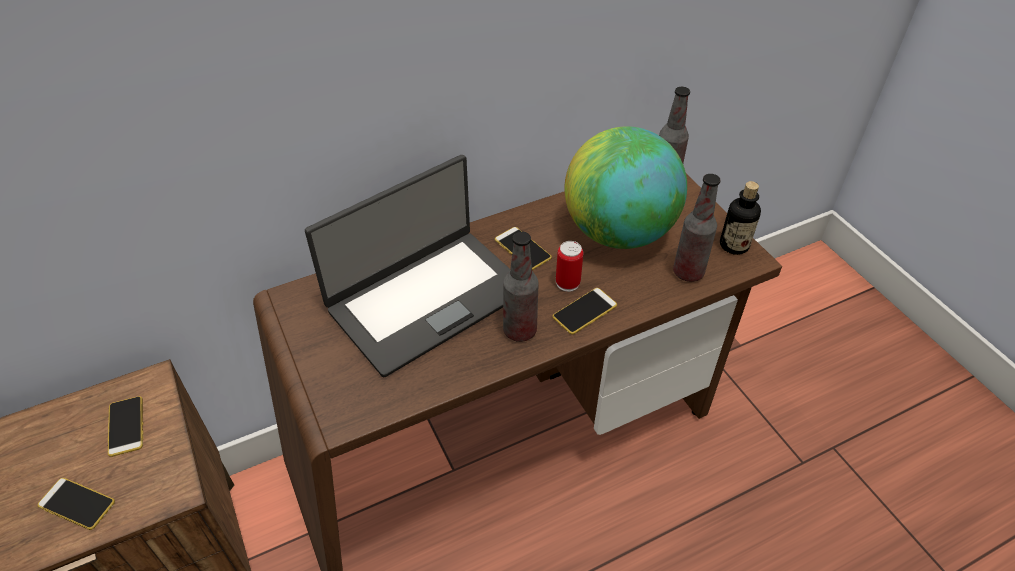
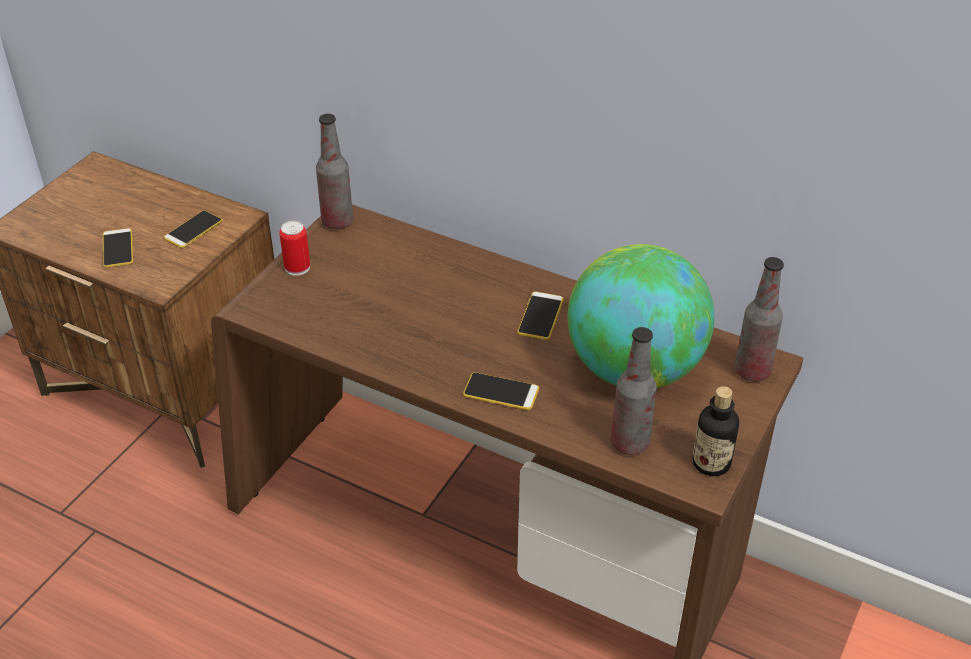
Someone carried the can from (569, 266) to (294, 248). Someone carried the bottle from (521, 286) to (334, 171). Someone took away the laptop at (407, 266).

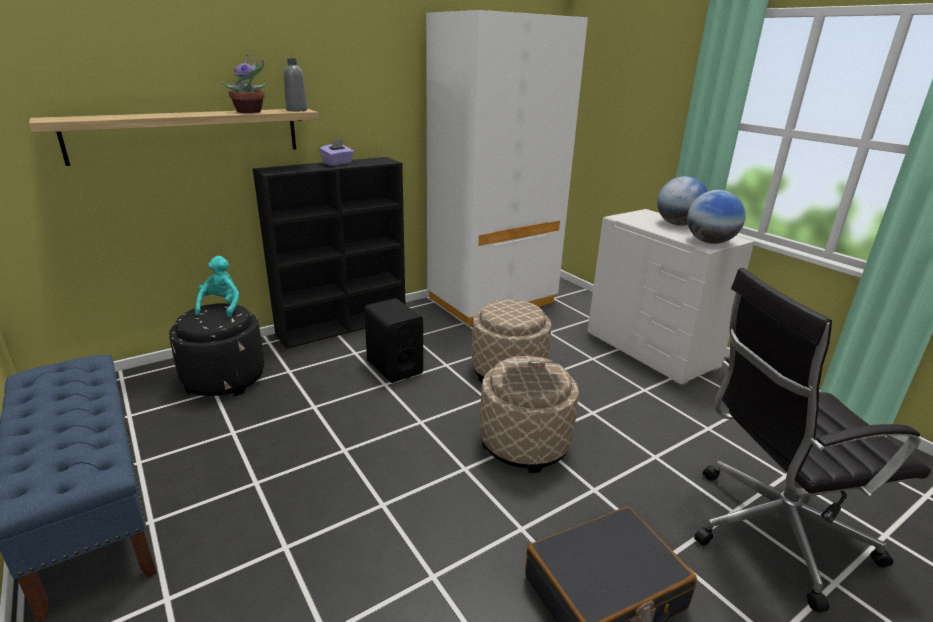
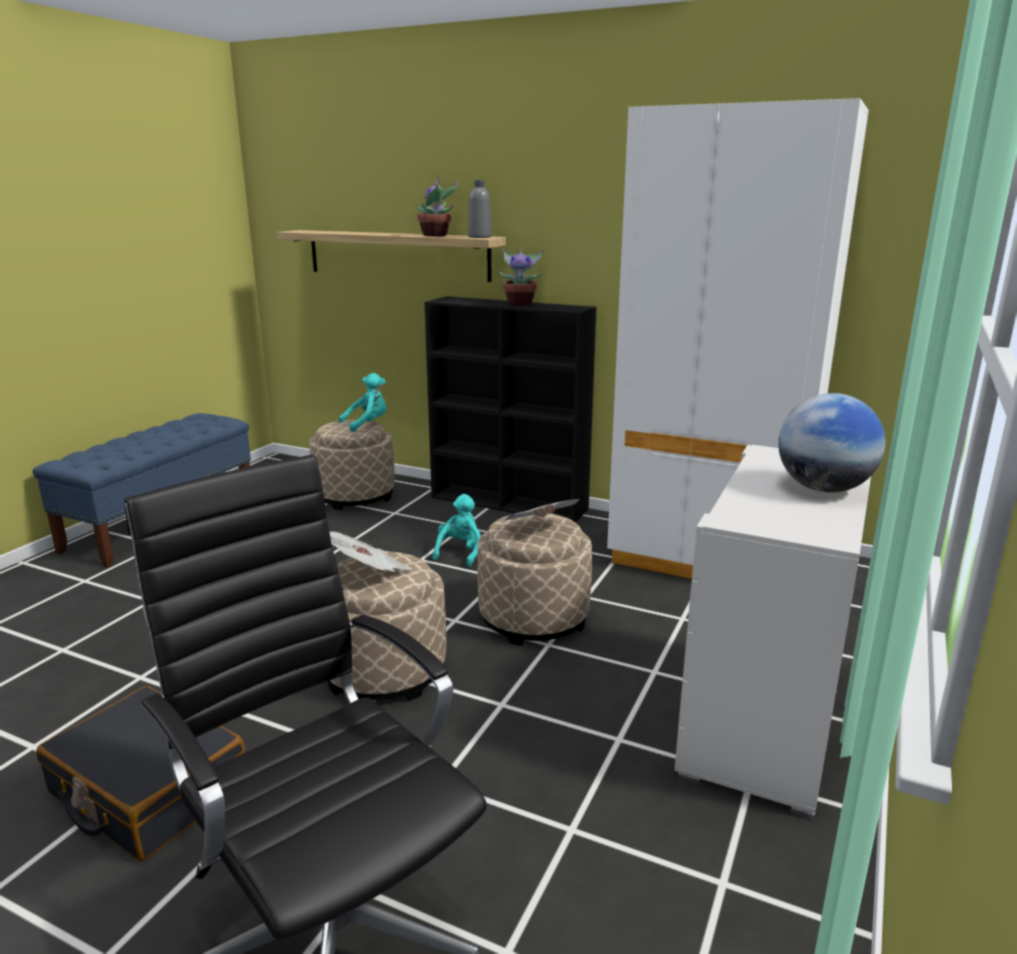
Someone repainted the black ottoman at (216, 349), which became the beige ottoman at (352, 465). Someone swapped the black speaker at (393, 340) for the turquoise plush toy at (457, 530). Someone swapped the purple tissue box at (336, 153) for the potted plant at (521, 275). Someone put down the newspaper at (541, 510). Someone took away the globe at (716, 217).

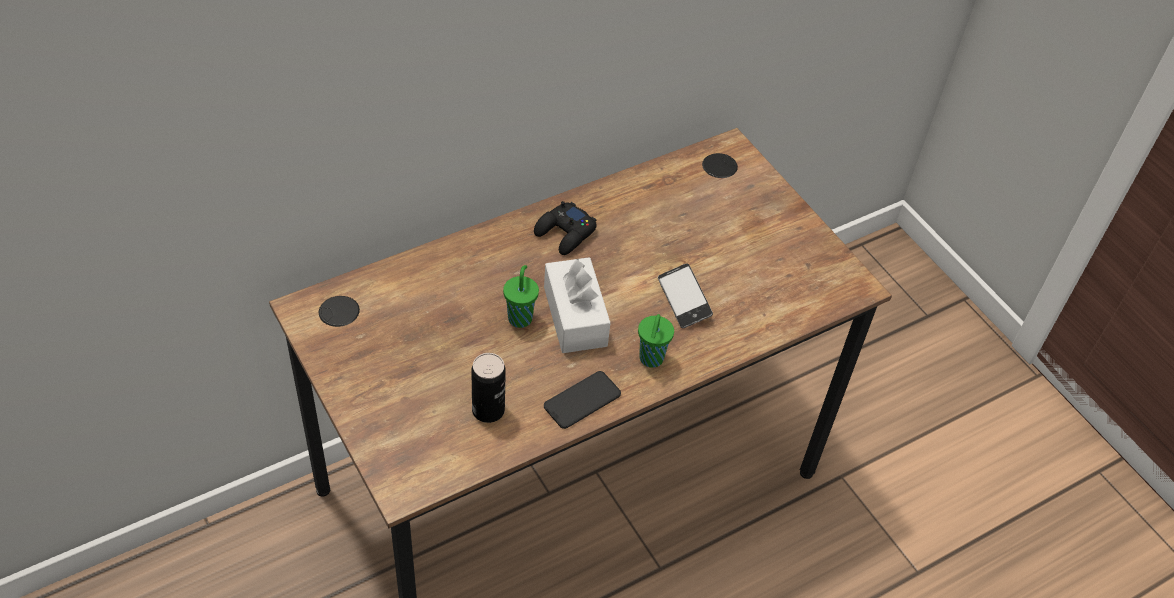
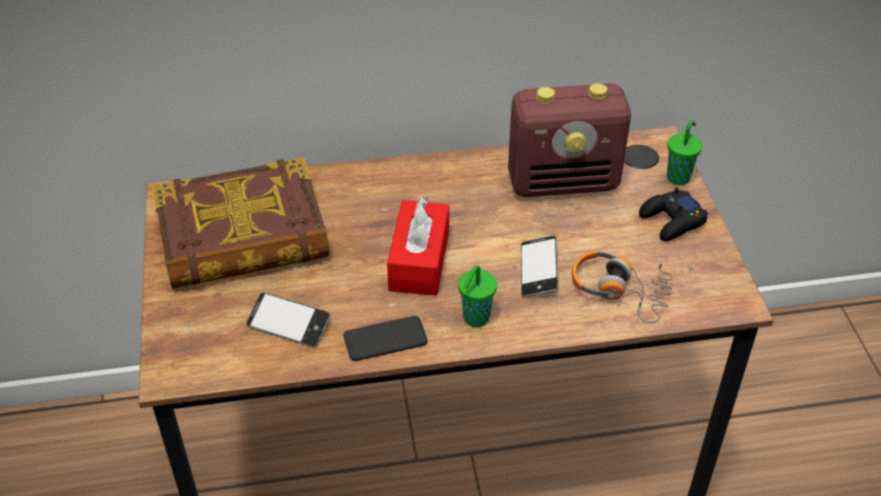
Someone put down the book at (240, 223). Someone swapped the can at (488, 388) for the phone at (288, 320). Someone repainted the white tissue box at (577, 305), which became the red tissue box at (418, 246). Someone put down the radio at (569, 140). Someone put down the headphones at (622, 287). Someone carried the black game controller from (565, 228) to (673, 214). Someone carried the green cup from (521, 296) to (684, 152).

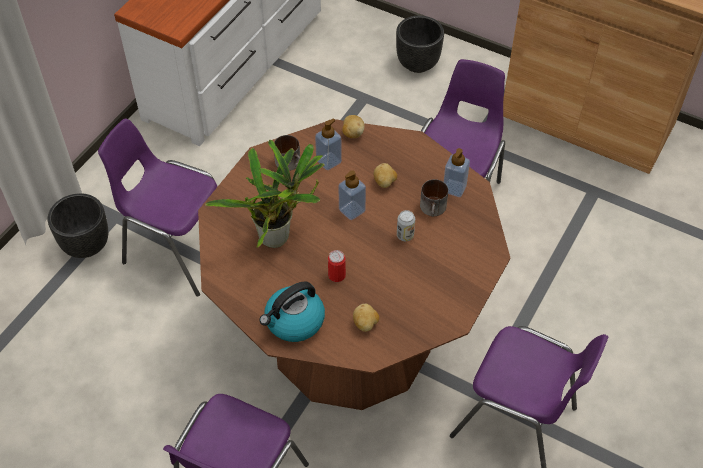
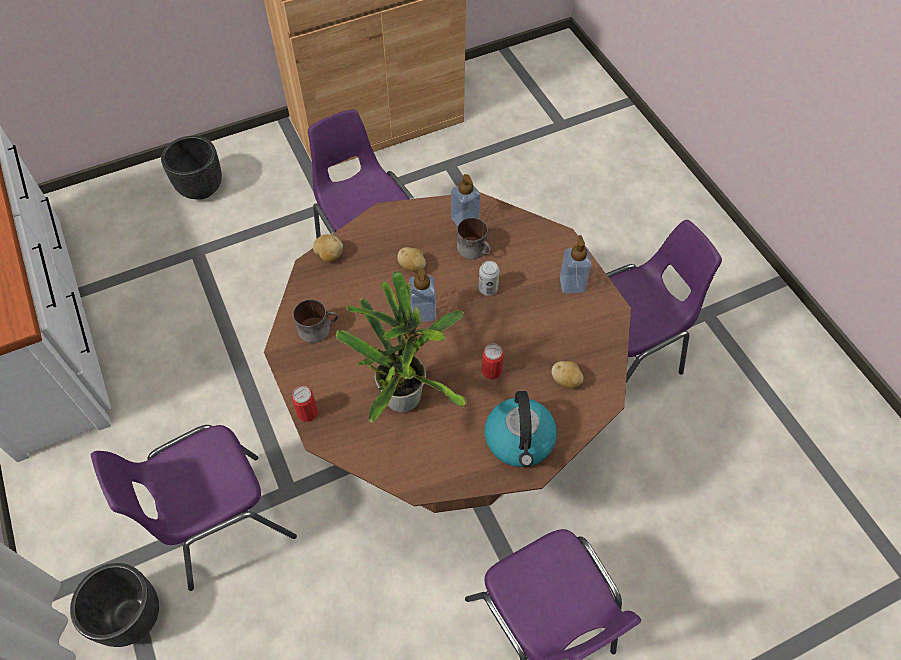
Someone put down the can at (305, 404). Someone carried the soap dispenser from (328, 144) to (576, 264).

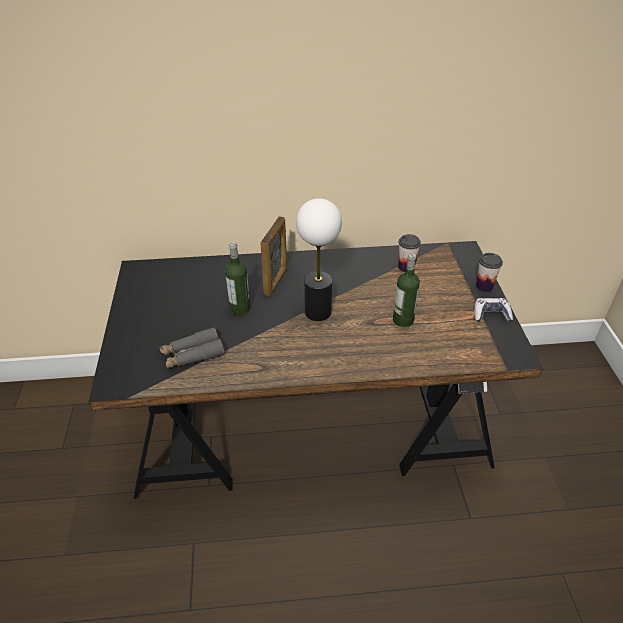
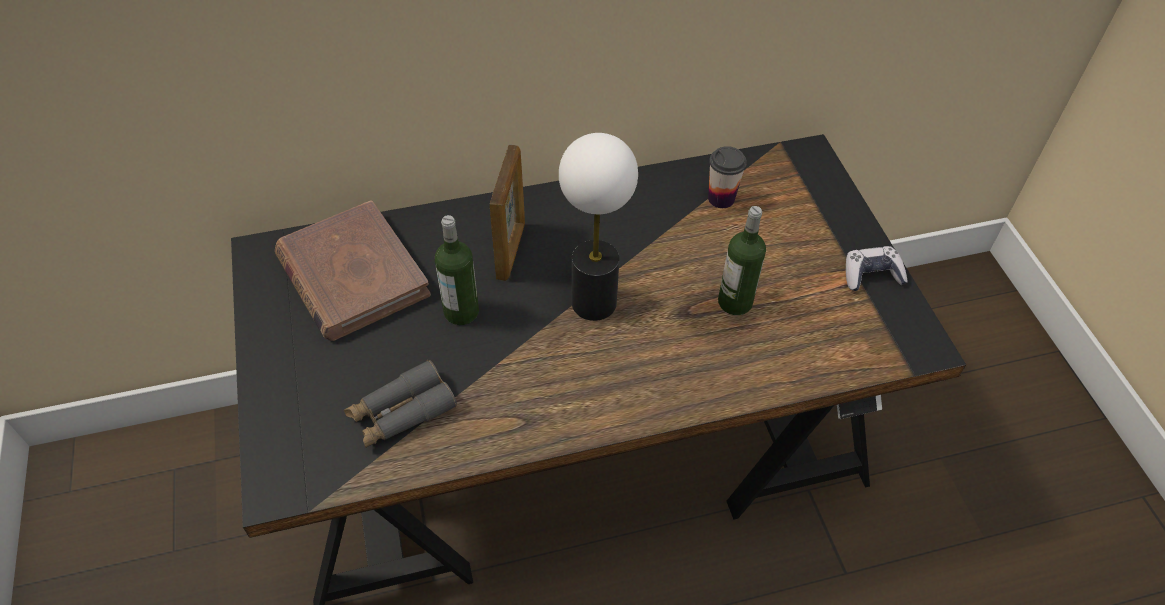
Someone put down the brown book at (353, 270). Someone took away the cup at (489, 272).

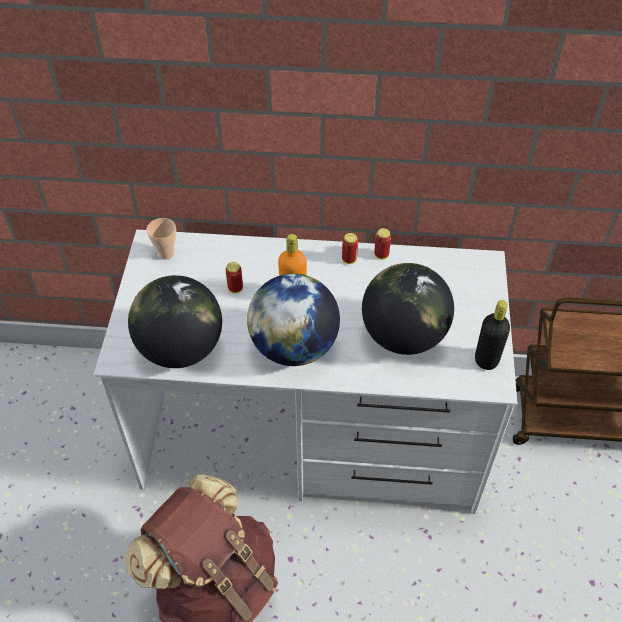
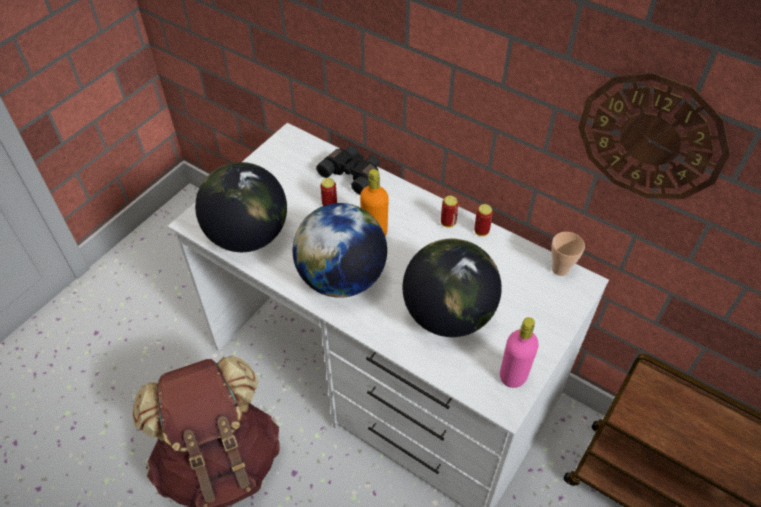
Someone put down the black binoculars at (348, 170). Someone repainted the black bottle at (492, 335), which became the pink bottle at (519, 352). Someone carried the cup from (161, 239) to (568, 254). Someone put up the wall clock at (654, 135).

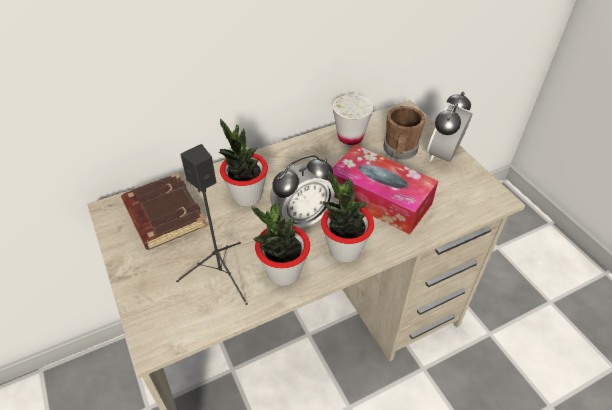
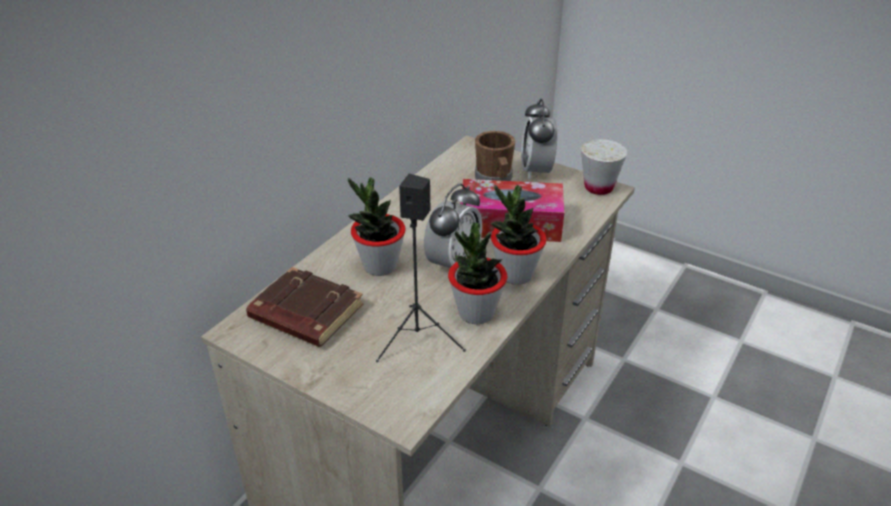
Someone carried the white cup from (353, 120) to (604, 167).

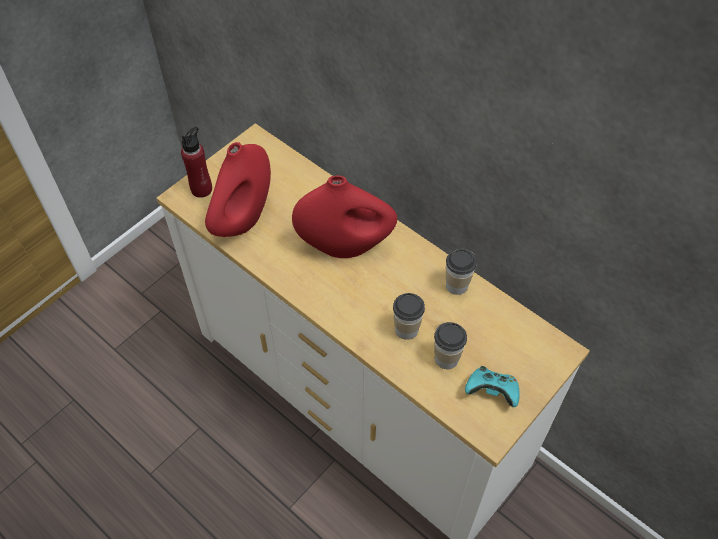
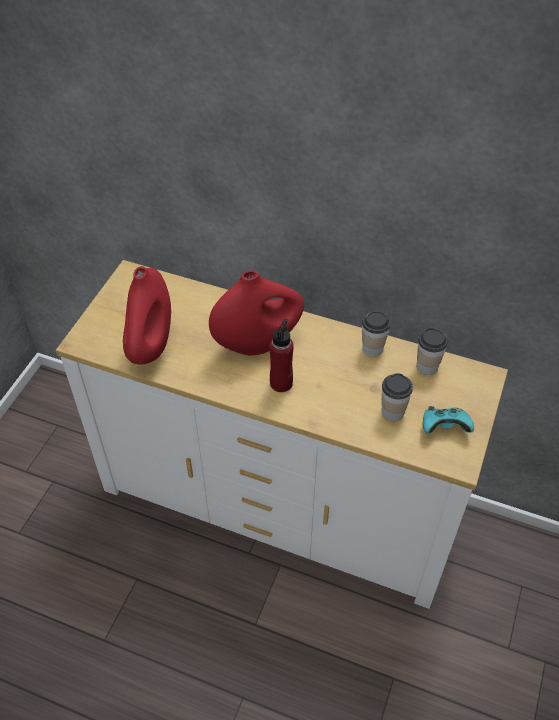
Someone carried the red bottle from (196, 162) to (281, 355). Someone carried the cup from (409, 316) to (432, 351).

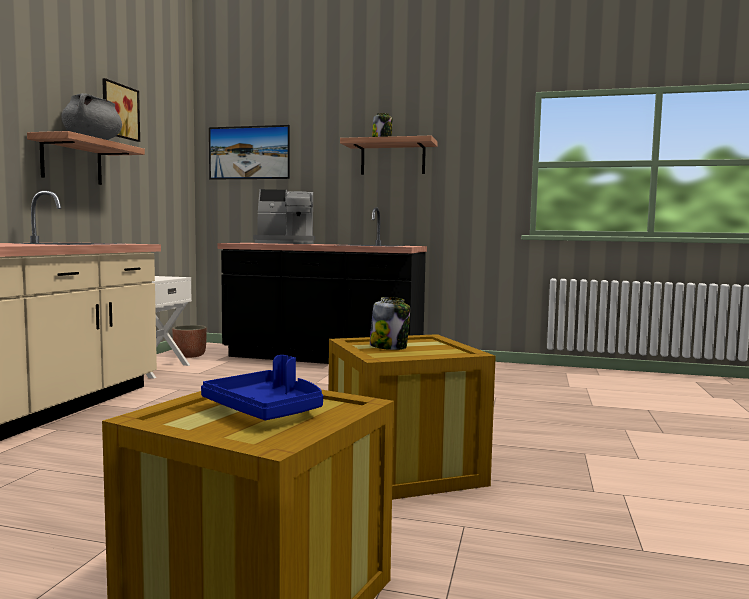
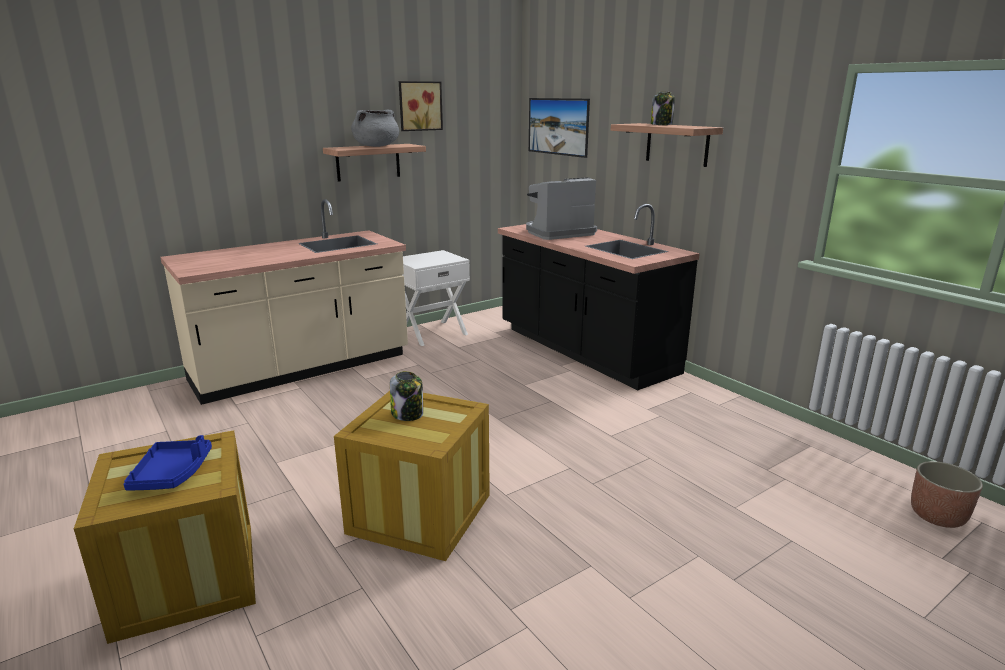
Someone rotated the coffee machine at (284, 216) by 120 degrees clockwise. Someone carried the planter from (189, 341) to (947, 494).

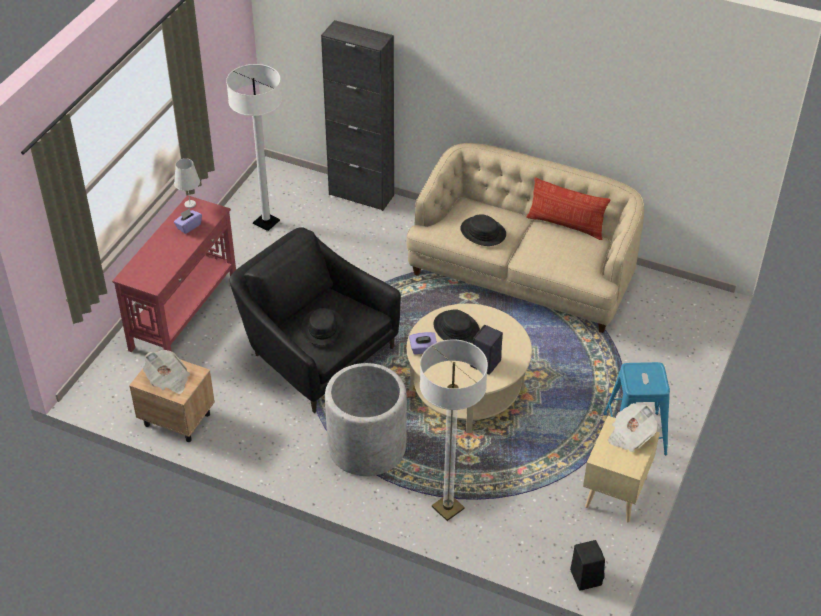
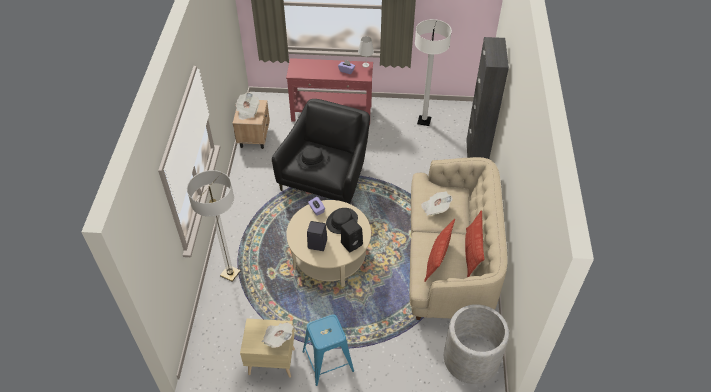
Someone carried the black speaker from (587, 565) to (352, 235). Someone swapped the black hat at (483, 230) for the newspaper at (437, 203). Someone put down the pillow at (439, 250). Someone carried the grey planter from (366, 419) to (476, 344).

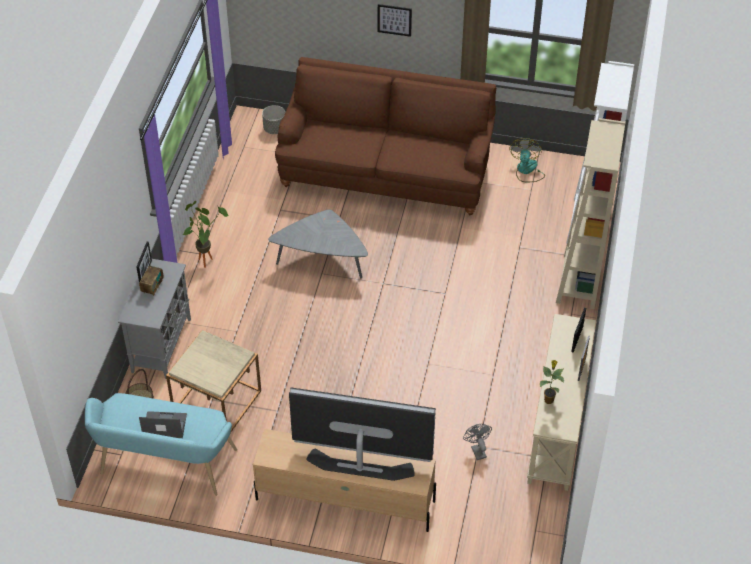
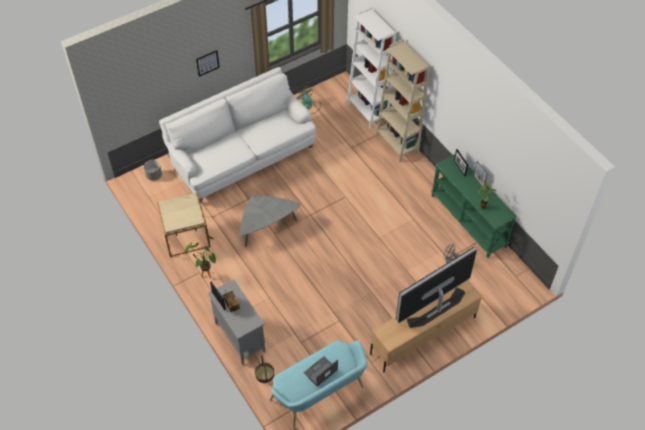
Someone carried the beige side table from (213, 381) to (183, 225). Someone repainted the brown sofa at (385, 136), which became the white sofa at (237, 135). Someone repainted the beige console table at (561, 402), which became the green console table at (474, 206).

